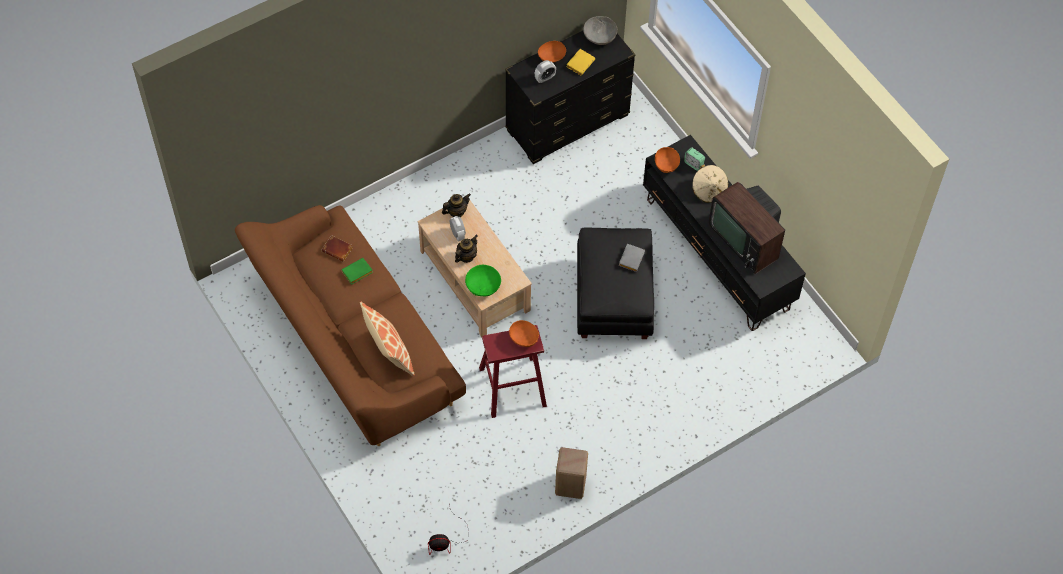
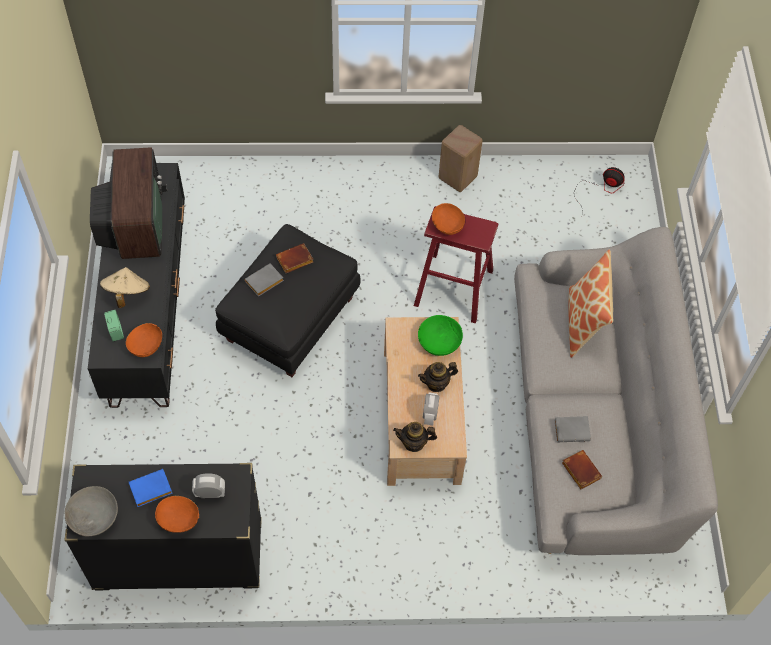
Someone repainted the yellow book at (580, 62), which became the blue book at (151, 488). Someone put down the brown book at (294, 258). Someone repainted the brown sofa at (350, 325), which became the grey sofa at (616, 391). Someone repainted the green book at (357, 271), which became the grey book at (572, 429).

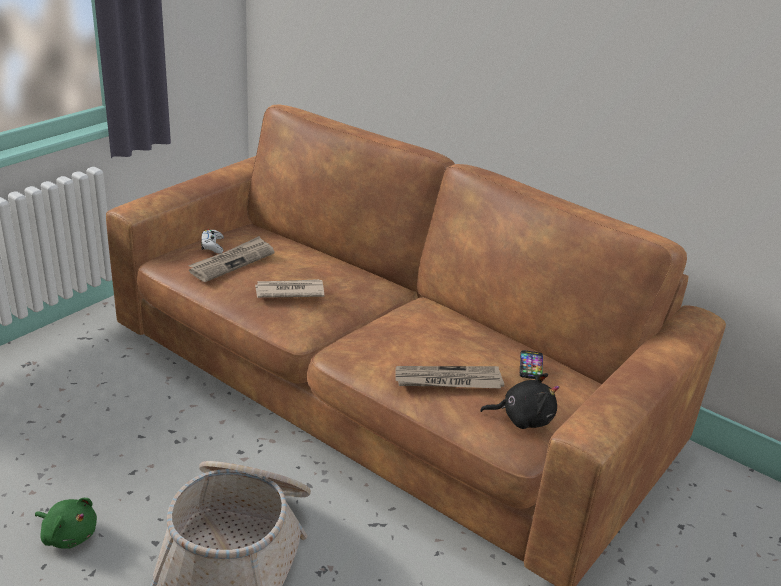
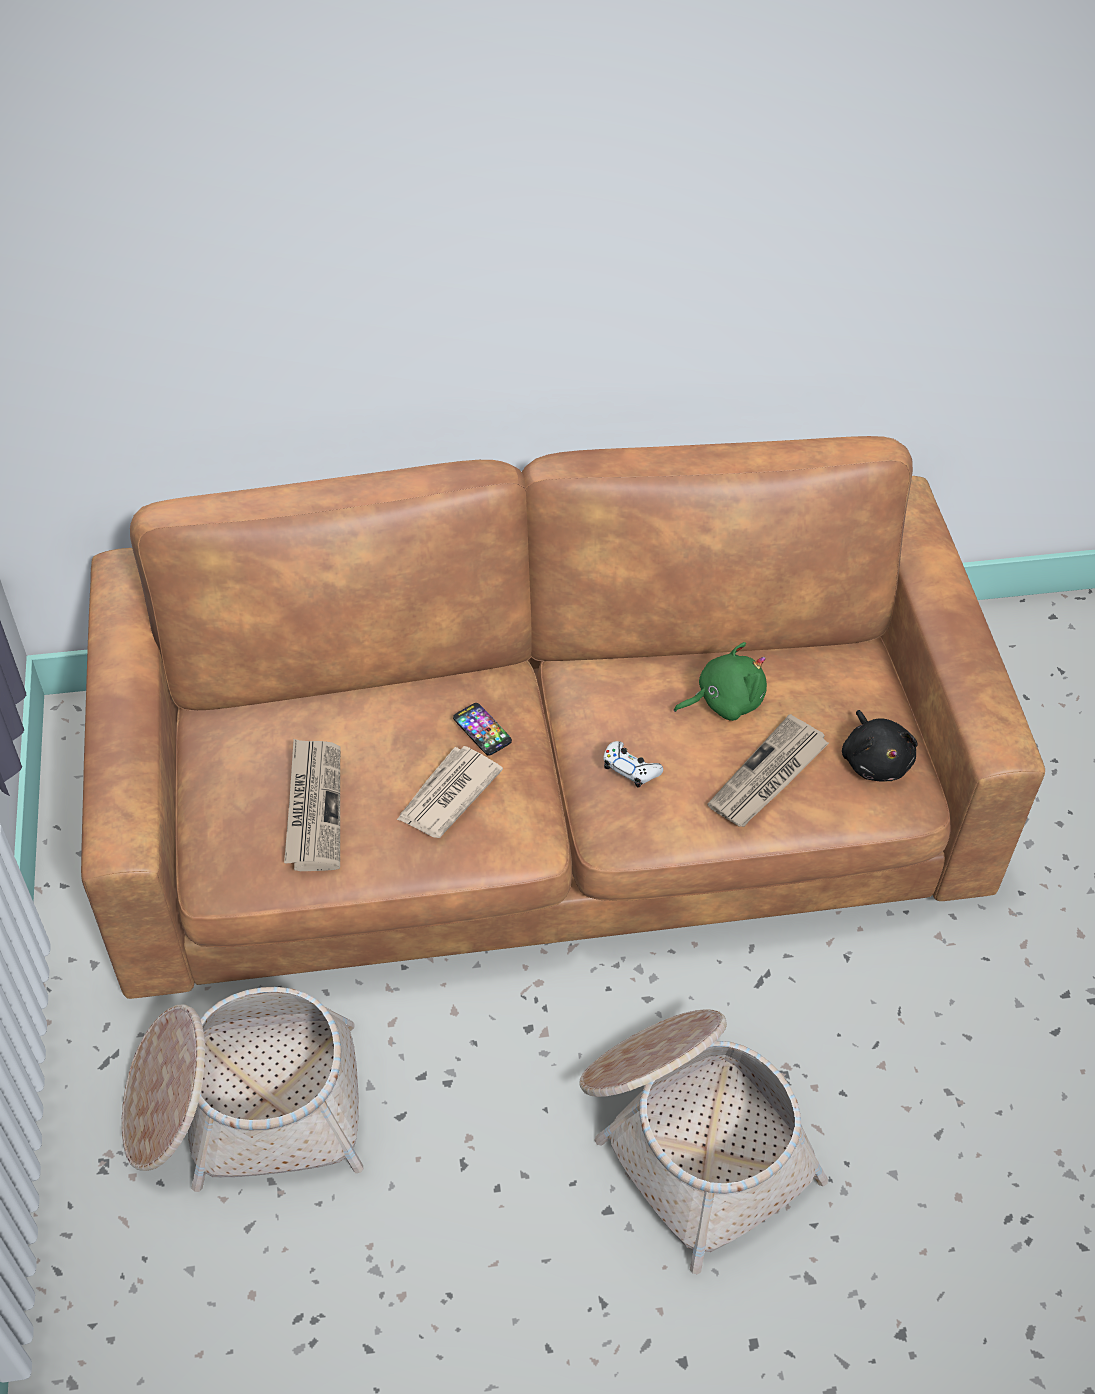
Someone put down the basket at (242, 1089). Someone carried the phone from (531, 364) to (482, 729). Someone carried the white game controller from (212, 241) to (633, 764). Someone carried the green plush toy from (66, 523) to (720, 681). Someone rotated the black plush toy at (519, 401) by 120 degrees clockwise.

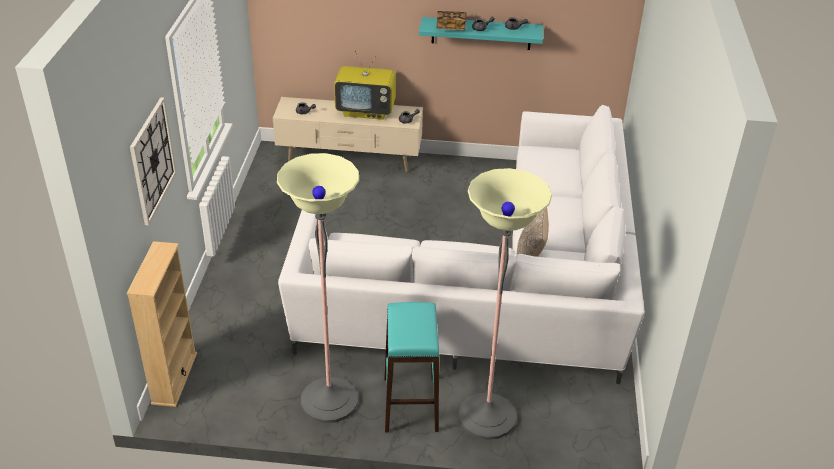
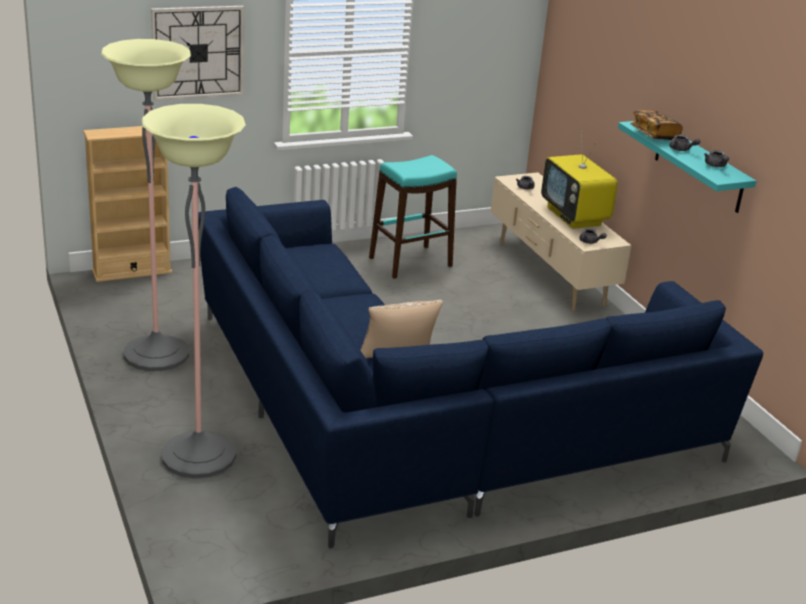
Someone repainted the white sofa at (461, 244), which became the blue sofa at (480, 368). Someone carried the turquoise stool from (411, 367) to (413, 217).

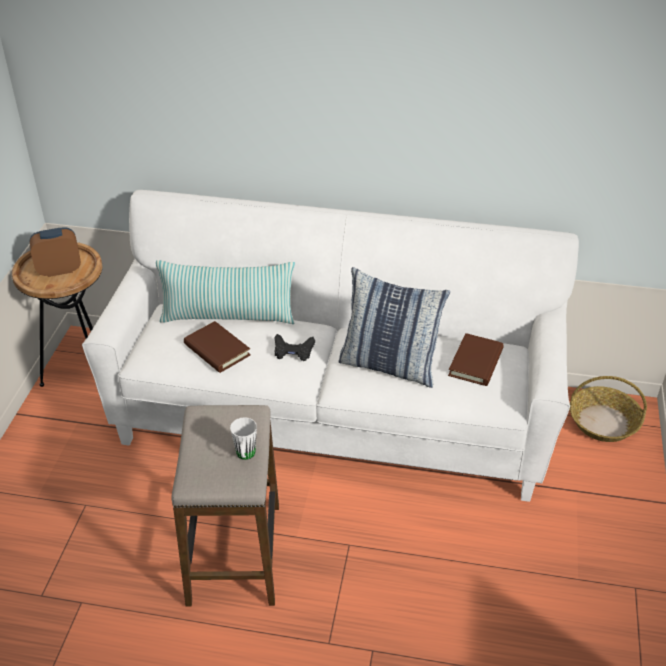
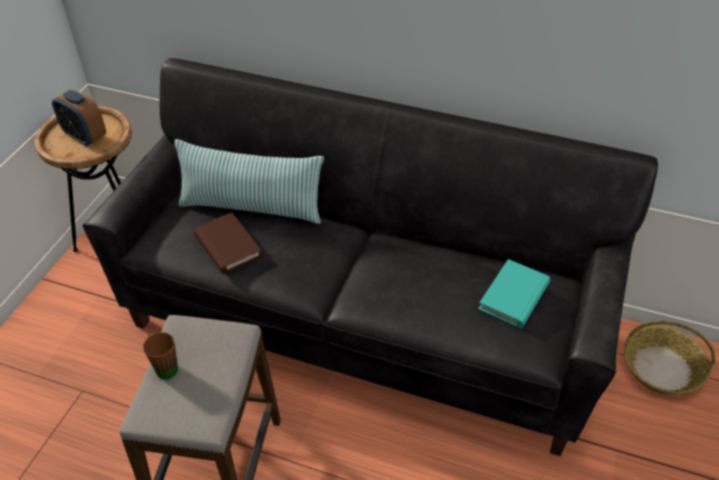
Someone rotated the alarm clock at (55, 252) by 135 degrees counterclockwise. Someone repainted the white sofa at (330, 346), which became the black sofa at (370, 257). Someone put down the brown mug at (160, 355). Someone repainted the brown book at (476, 359), which became the turquoise book at (514, 293). Someone took away the white mug at (243, 438). Someone took away the black game controller at (295, 347). Someone took away the pillow at (394, 327).

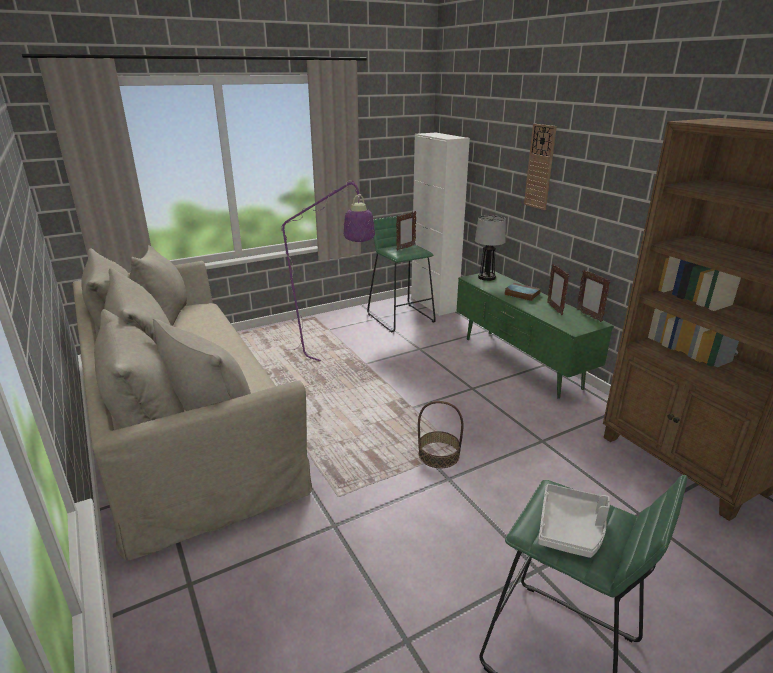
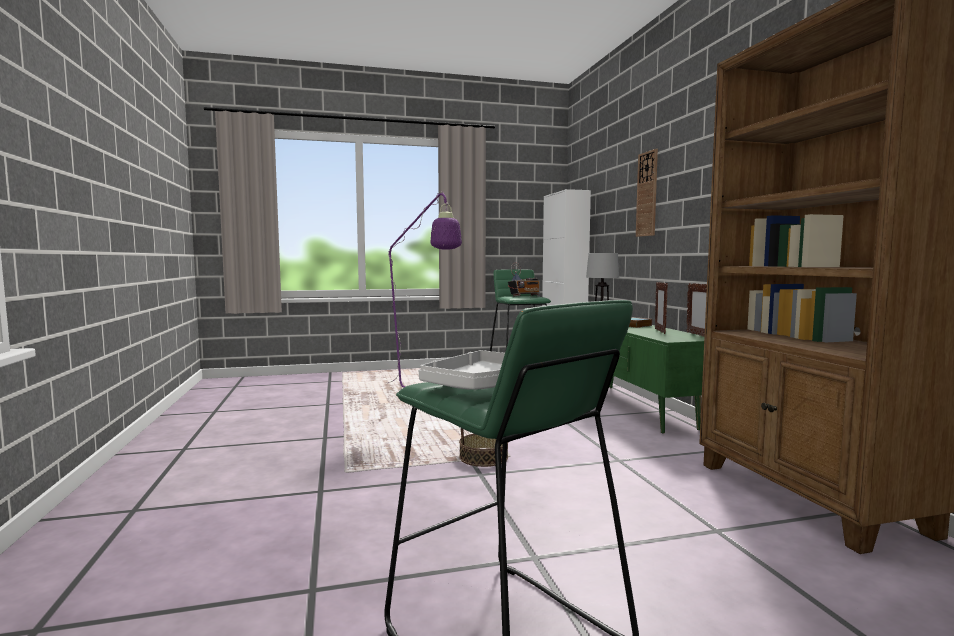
Someone swapped the picture frame at (406, 231) for the radio at (524, 280). Someone took away the beige sofa at (192, 402).

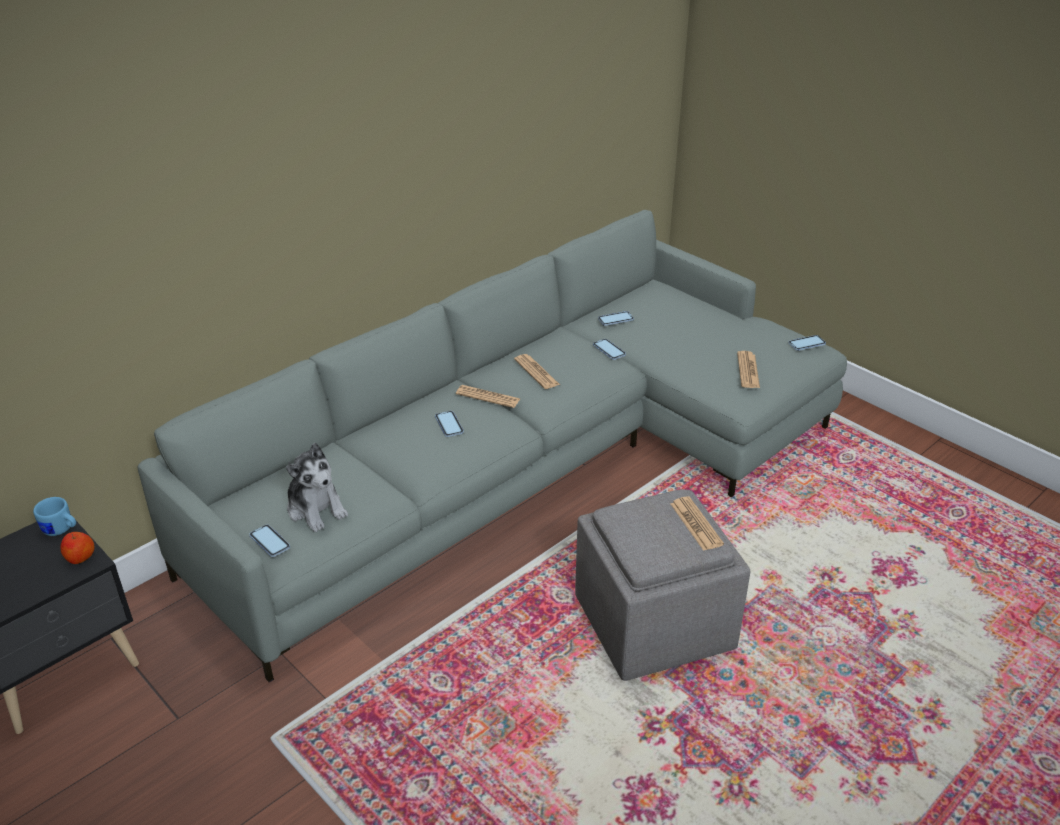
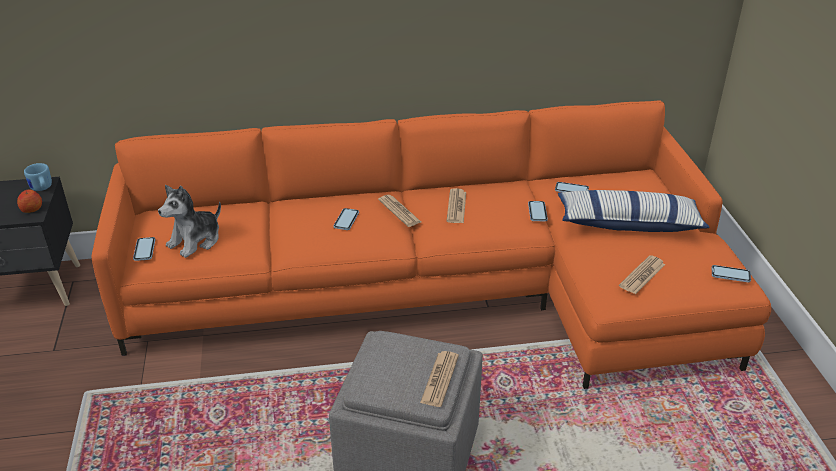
Someone repainted the grey sofa at (492, 446), which became the orange sofa at (431, 244). Someone rotated the plush toy at (317, 487) by 45 degrees clockwise. Someone put down the pillow at (634, 211).

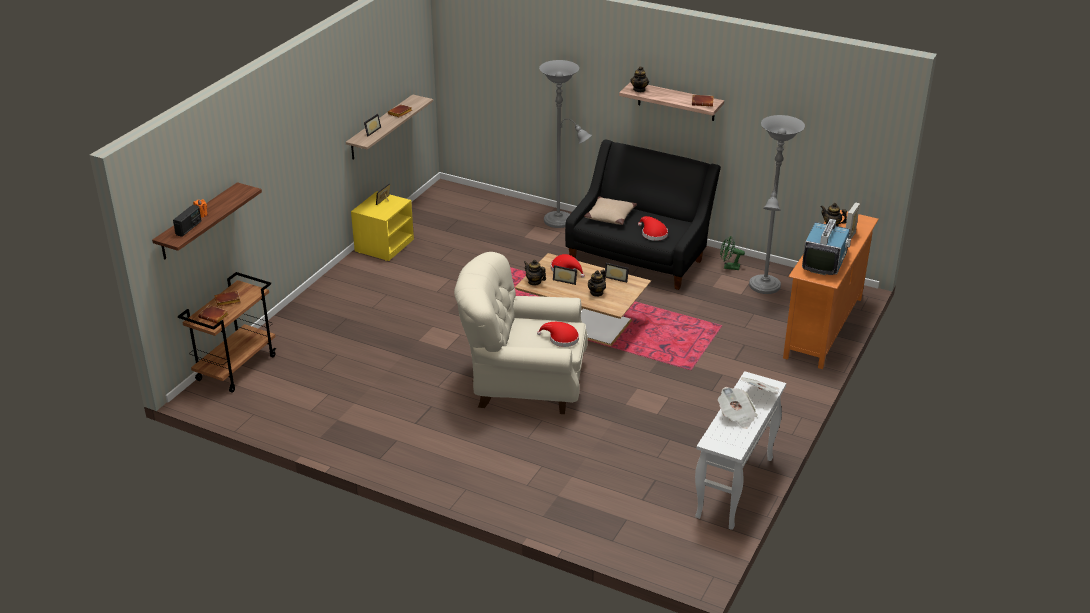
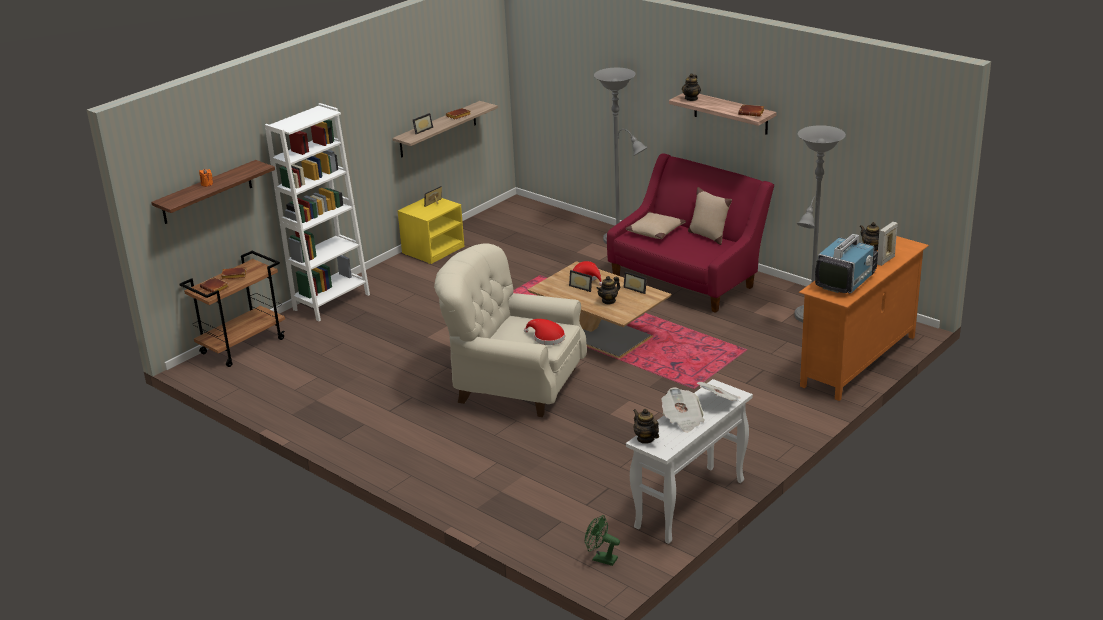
Someone put down the white bookcase at (317, 212). Someone carried the green fan from (732, 253) to (602, 540). Someone repainted the black sofa at (643, 215), which became the red sofa at (690, 233). Someone carried the teapot from (535, 273) to (646, 426). Someone put down the beige pillow at (710, 216). Someone took away the radio at (187, 221). Someone took away the red hat at (653, 228).

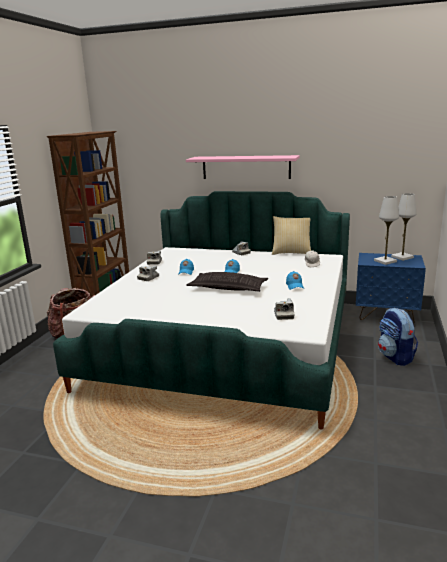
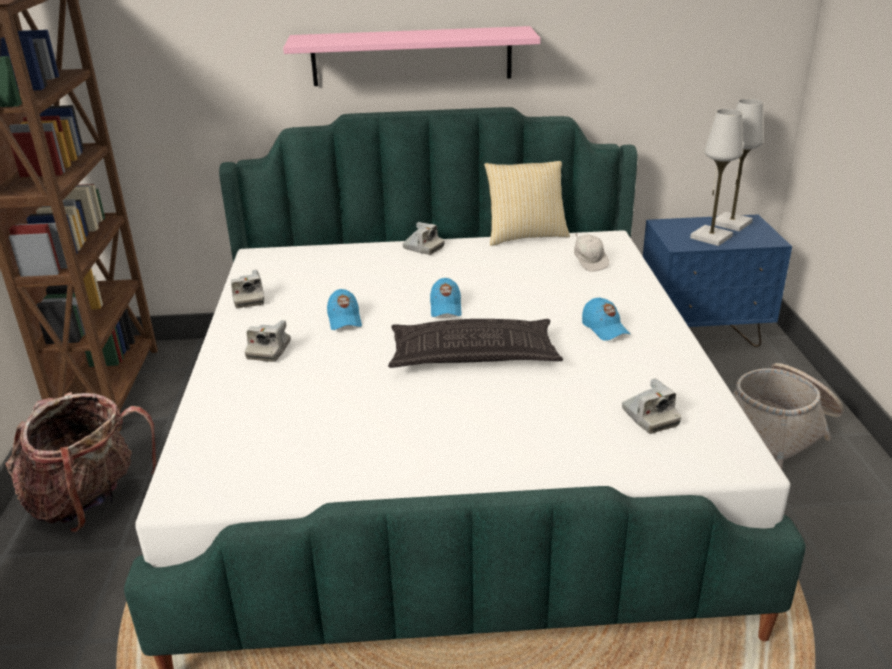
Someone swapped the backpack at (398, 337) for the basket at (788, 416).

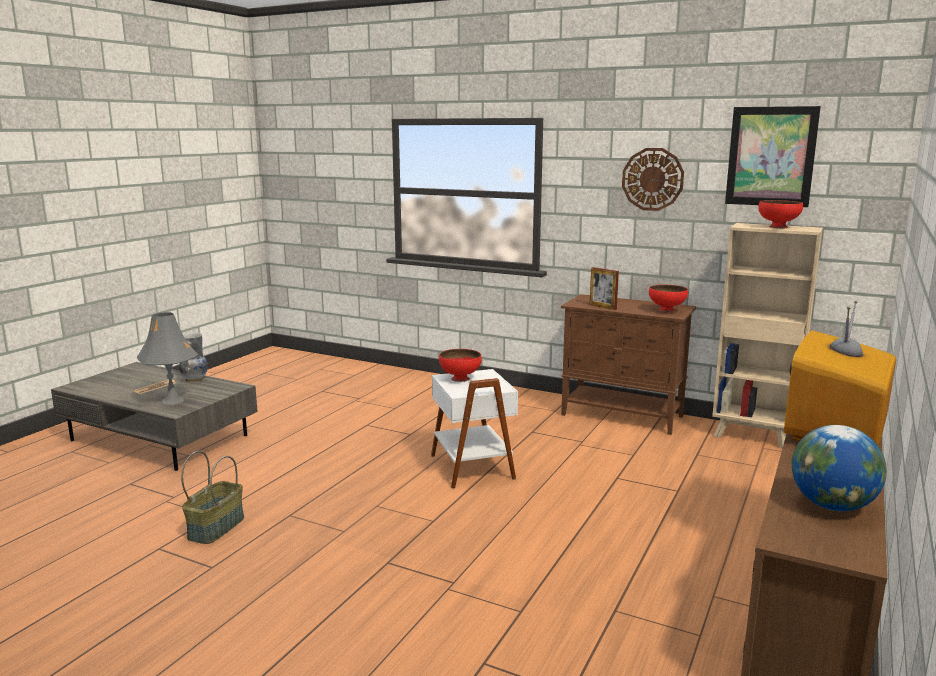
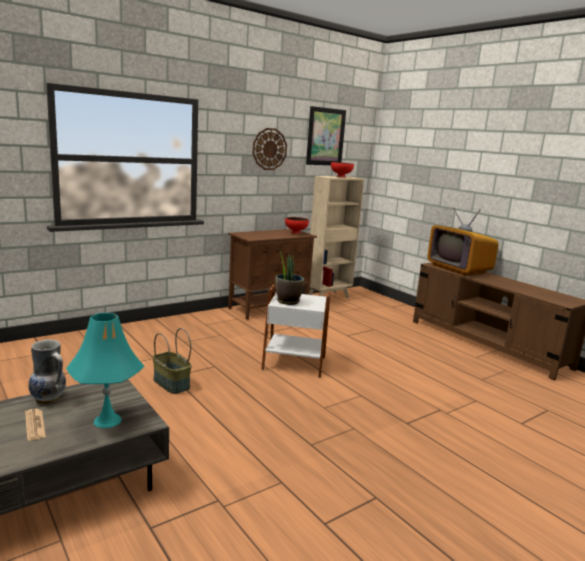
Someone repainted the grey table lamp at (167, 358), which became the turquoise table lamp at (105, 370). Someone carried the basket from (212, 497) to (172, 361). Someone swapped the red bowl at (460, 365) for the potted plant at (289, 277). Someone took away the picture frame at (604, 288). Someone took away the globe at (839, 468).

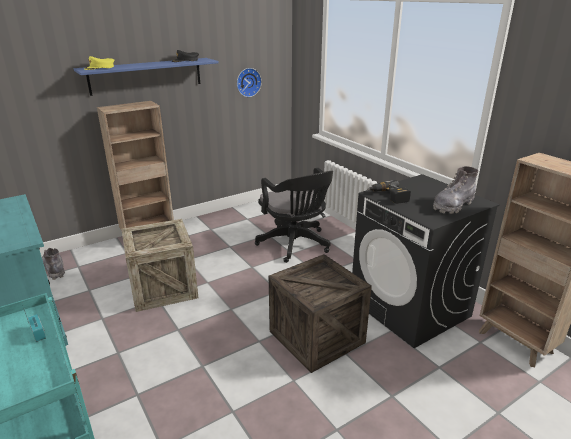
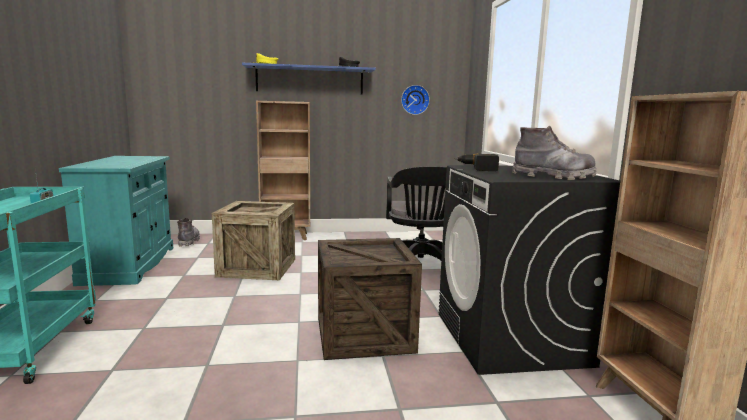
Someone rotated the grey boot at (455, 190) by 150 degrees counterclockwise.

